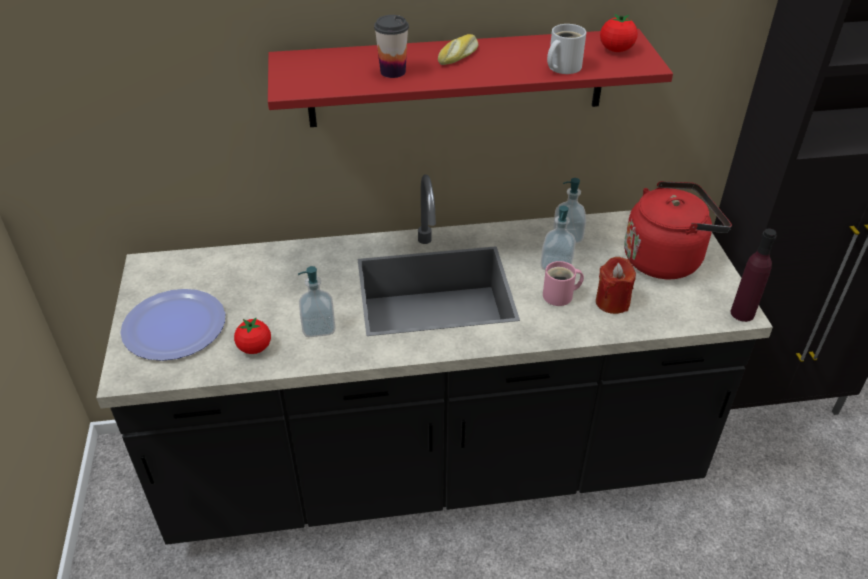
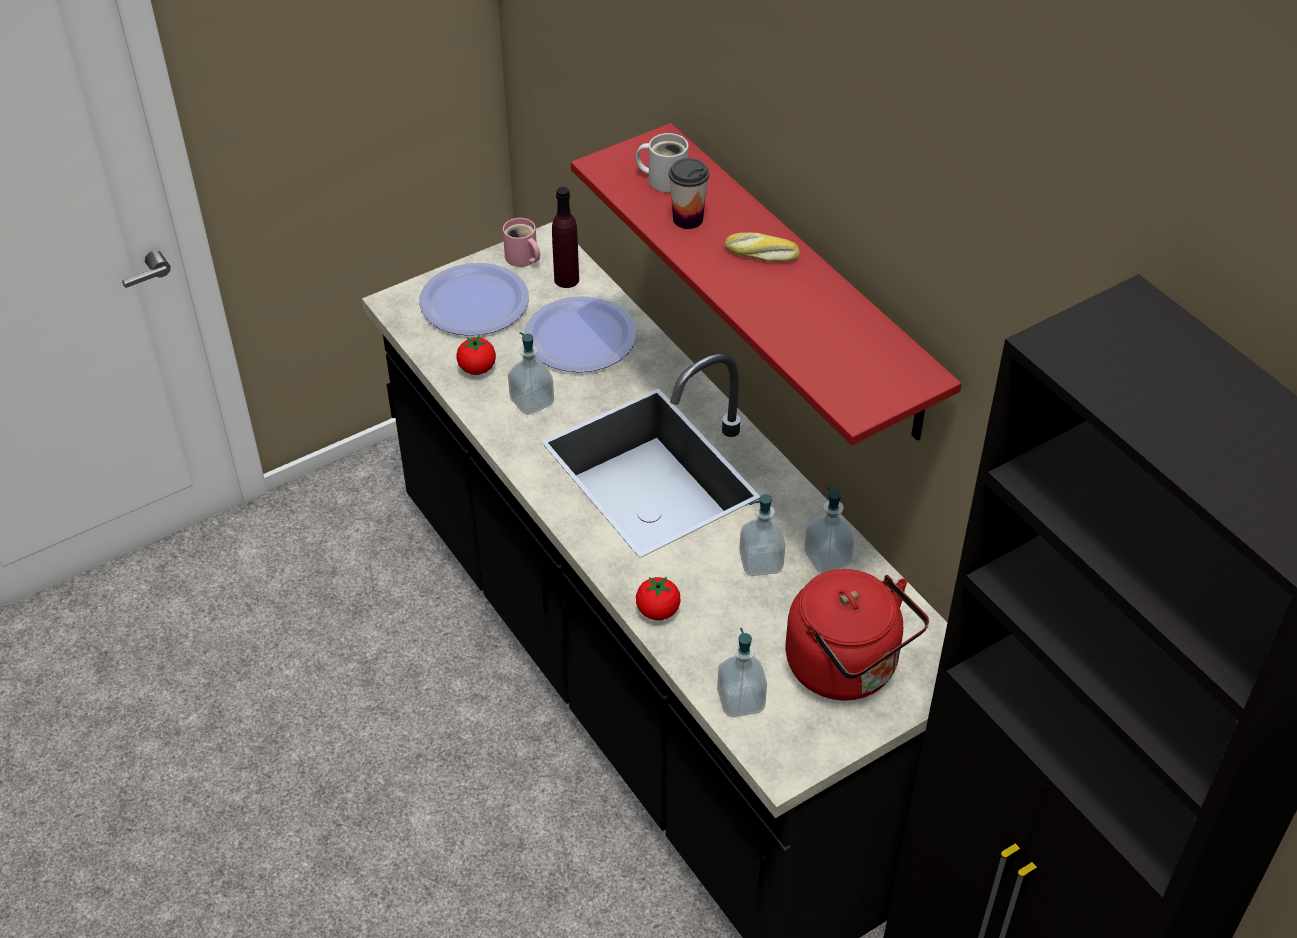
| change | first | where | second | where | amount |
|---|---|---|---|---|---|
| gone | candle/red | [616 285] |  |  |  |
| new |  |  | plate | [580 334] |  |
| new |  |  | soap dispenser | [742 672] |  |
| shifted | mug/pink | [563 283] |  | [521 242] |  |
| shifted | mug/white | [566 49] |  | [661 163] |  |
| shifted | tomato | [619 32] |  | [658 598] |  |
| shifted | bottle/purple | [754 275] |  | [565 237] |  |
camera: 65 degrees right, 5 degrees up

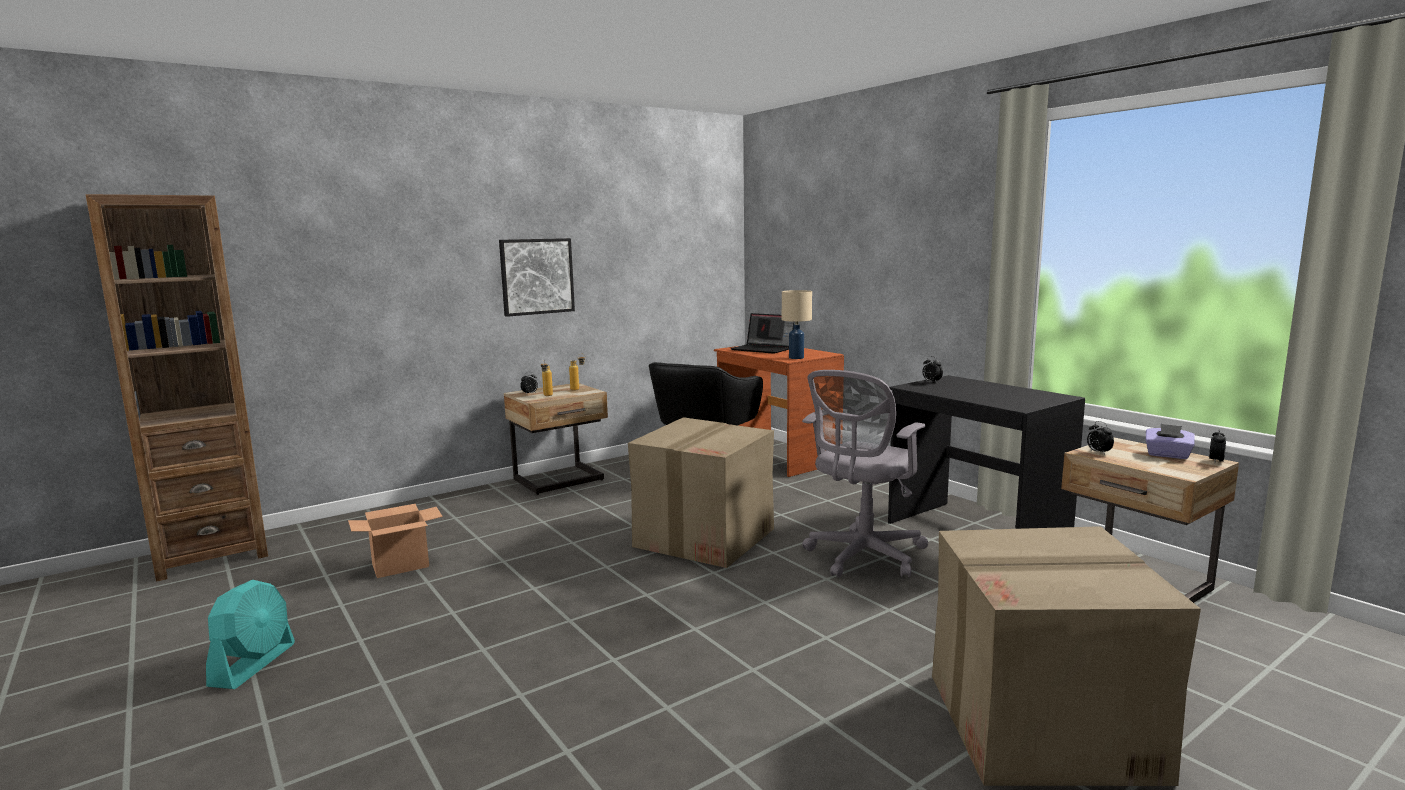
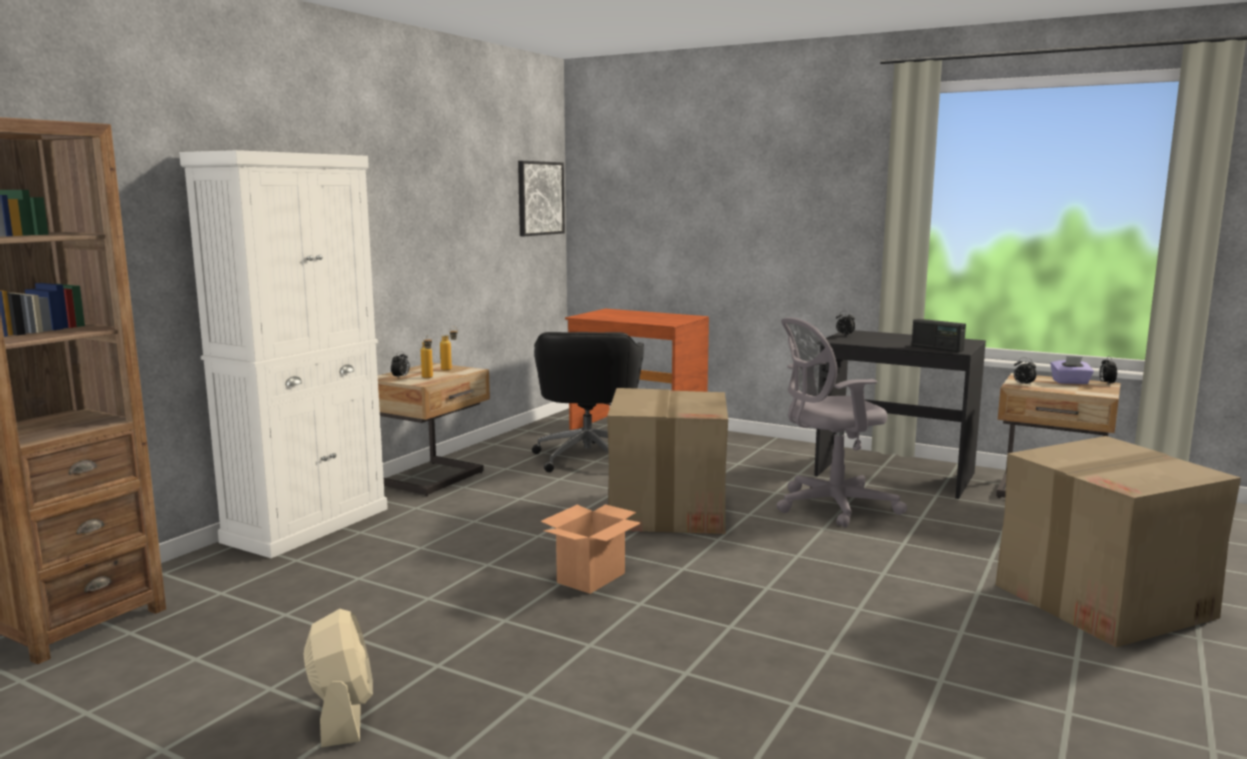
| change | first | where | second | where | amount |
|---|---|---|---|---|---|
| gone | laptop | [762 333] |  |  |  |
| gone | table lamp/beige | [797 324] |  |  |  |
| new |  |  | cabinet/white | [283 354] |  |
| new |  |  | radio | [939 335] |  |
| shifted | cardboard box | [395 541] |  | [590 549] |  |
| shifted | picture | [537 277] |  | [541 198] |  |
| repainted | fan/turquoise | [250 634] | fan/beige | [338 678] |  |
| rotated | office chair/grey | [865 474] |  | [842 422] | 60 degrees clockwise |
camera: 25 degrees left, 0 degrees up

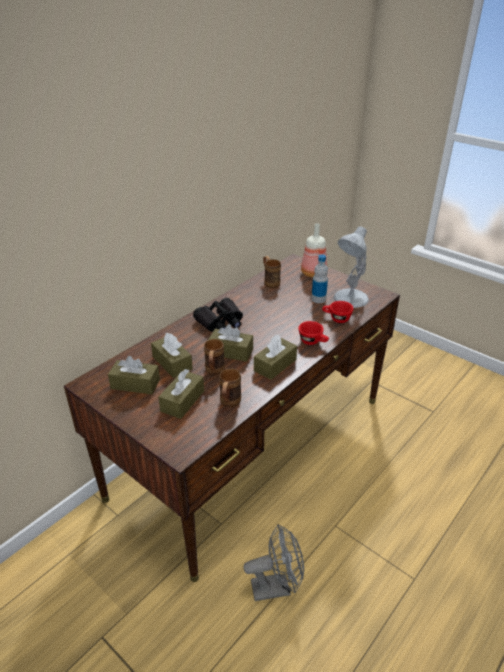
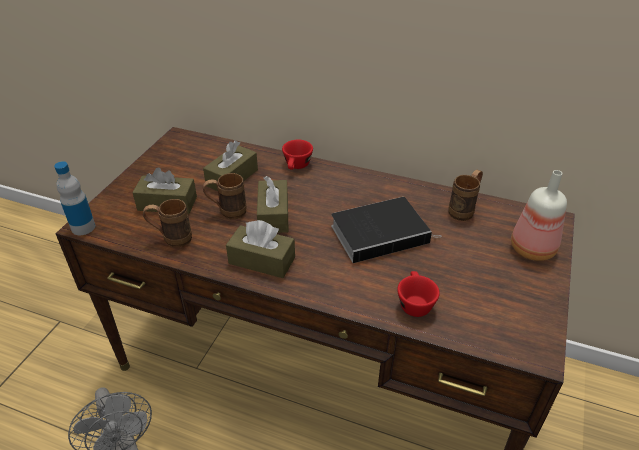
| change | first | where | second | where | amount |
|---|---|---|---|---|---|
| gone | tissue box/brown | [134 375] |  |  |  |
| gone | binoculars/black | [218 315] |  |  |  |
| gone | table lamp/white | [351 267] |  |  |  |
| new |  |  | book | [386 230] |  |
| shifted | cup/red | [313 333] |  | [297 155] |  |
| shifted | bottle | [319 278] |  | [75 198] |  |
camera: 70 degrees right, 5 degrees up

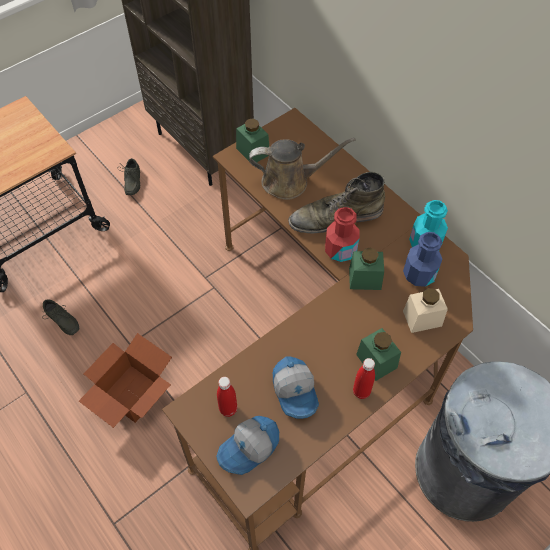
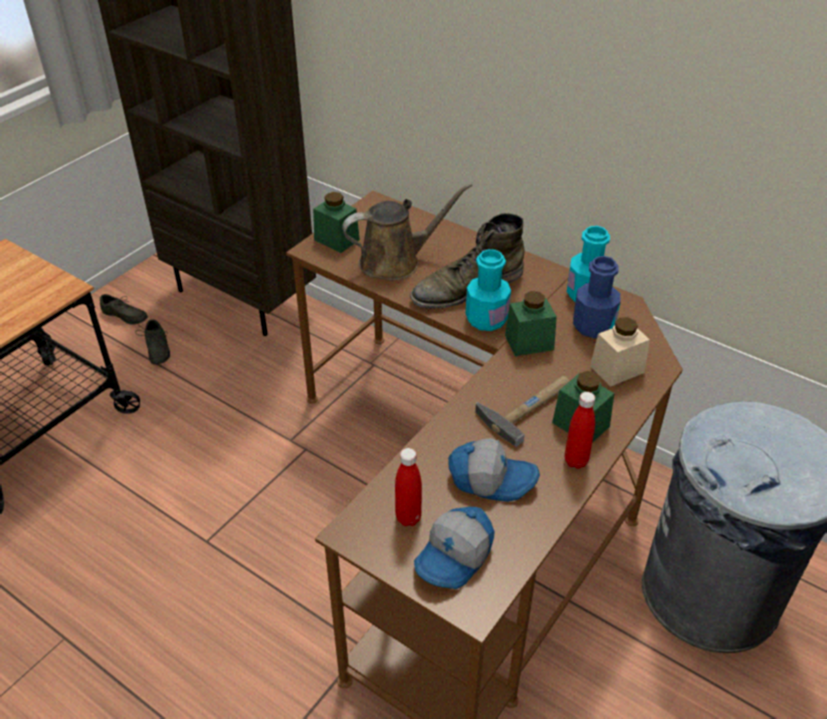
| change | first | where | second | where | amount |
|---|---|---|---|---|---|
| gone | cardboard box | [125 380] |  |  |  |
| new |  |  | hammer | [522 411] |  |
| shifted | shoe/grey | [61 317] |  | [124 309] |  |
| repainted | bottle/red | [342 234] | bottle/turquoise | [488 290] |  |
| rotated | cap | [296 388] |  | [494 470] | 45 degrees counterclockwise |
camera: 15 degrees left, 15 degrees down

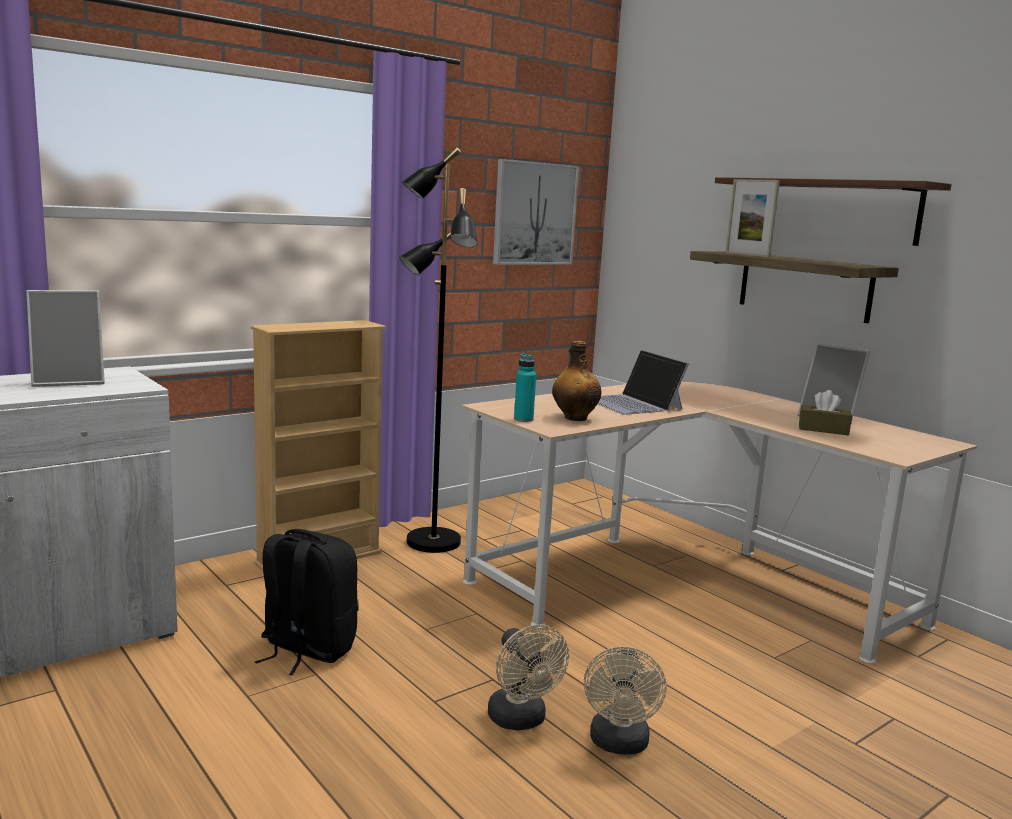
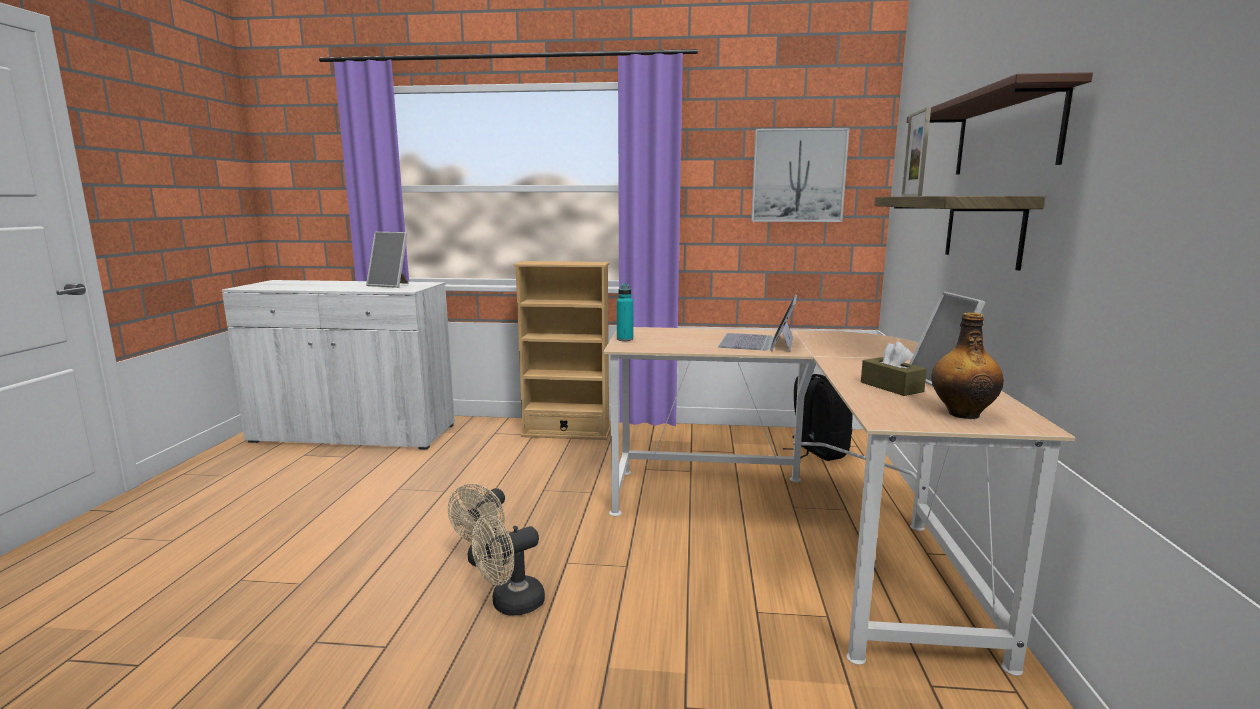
| change | first | where | second | where | amount |
|---|---|---|---|---|---|
| gone | floor lamp/black | [438 350] |  |  |  |
| shifted | backpack/black | [307 602] |  | [818 417] |  |
| shifted | bottle | [576 381] |  | [967 366] |  |
camera: 45 degrees right, 0 degrees up

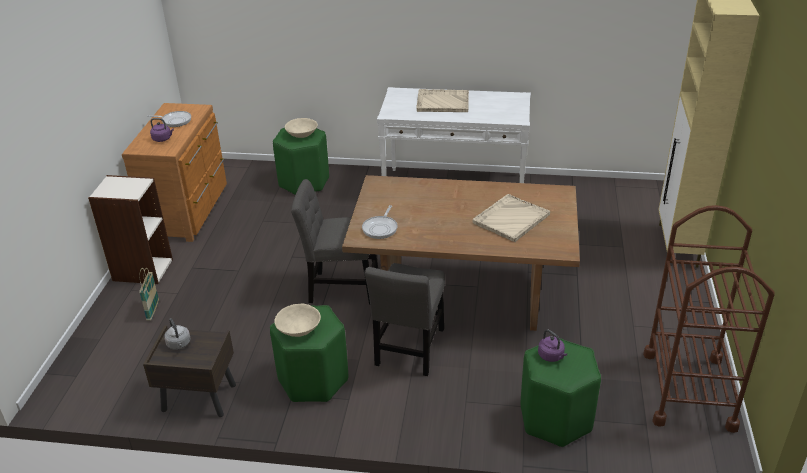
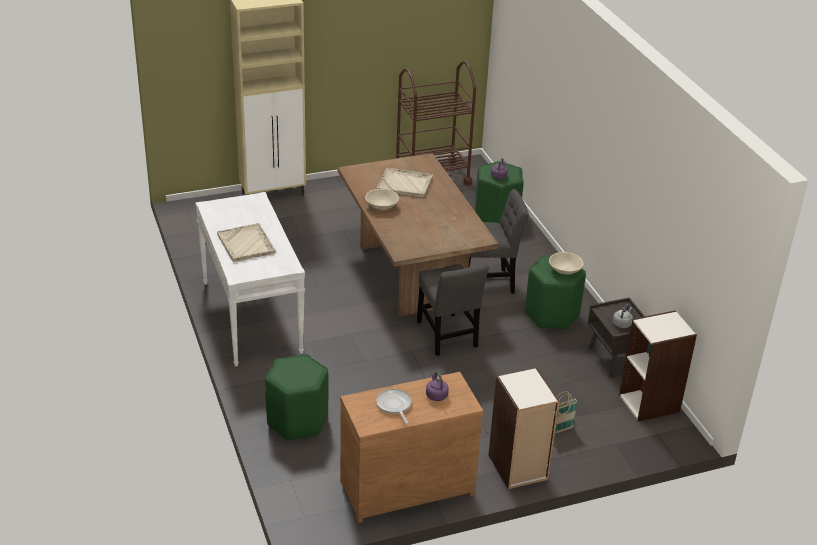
| change | first | where | second | where | amount |
|---|---|---|---|---|---|
| gone | frying pan | [379 222] |  |  |  |
| new |  |  | bookcase | [658 366] |  |
| shifted | bowl/beige | [301 128] |  | [382 199] |  |
camera: 120 degrees left, 0 degrees up

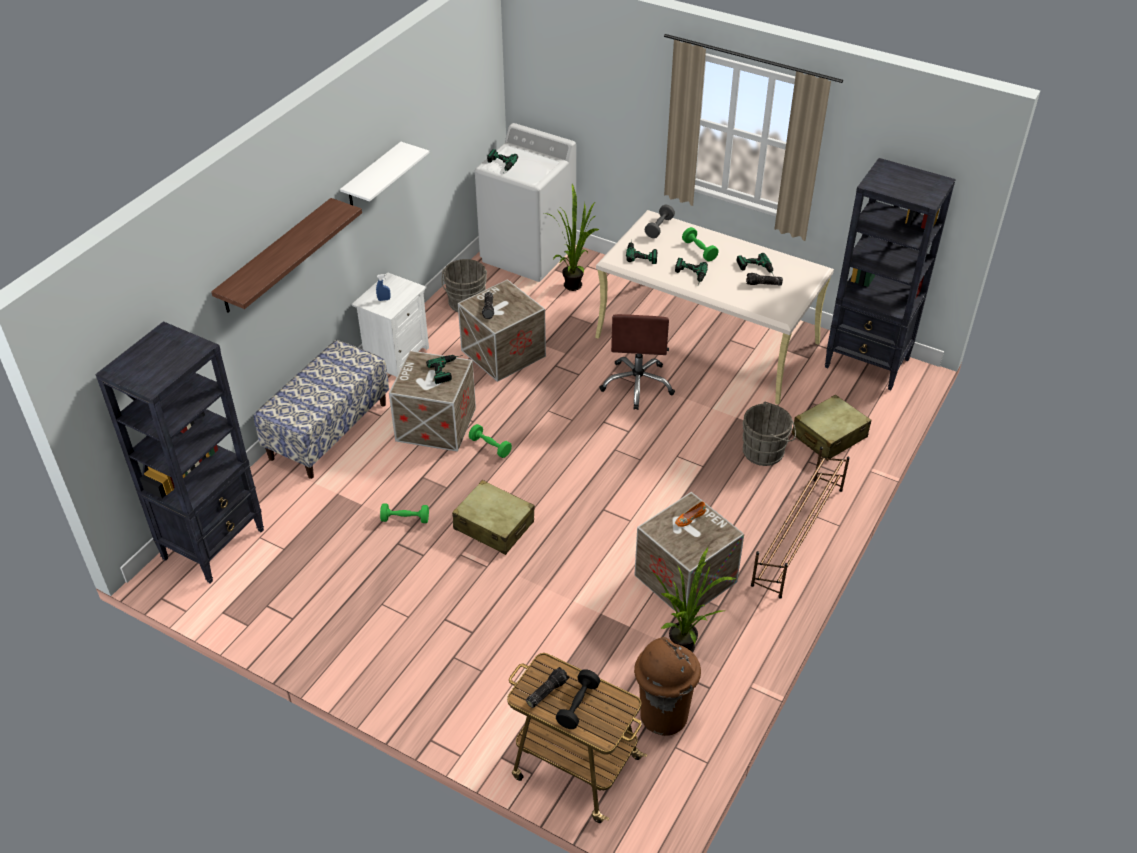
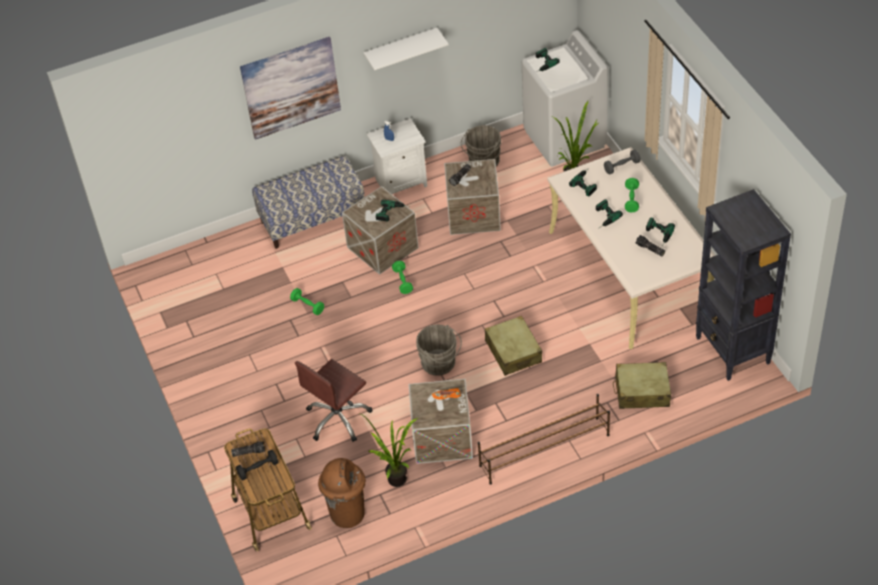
| change | first | where | second | where | amount |
|---|---|---|---|---|---|
| gone | bookcase/black | [179 452] |  |  |  |
| shifted | suitcase/beige | [493 517] |  | [513 346] |  |
| shifted | office chair/brown | [637 362] |  | [334 400] |  |
| shifted | bucket/grey | [769 433] |  | [439 350] |  |
| swapped | shelf | [286 255] | picture | [290 88] |  |
camera: 40 degrees right, 5 degrees up

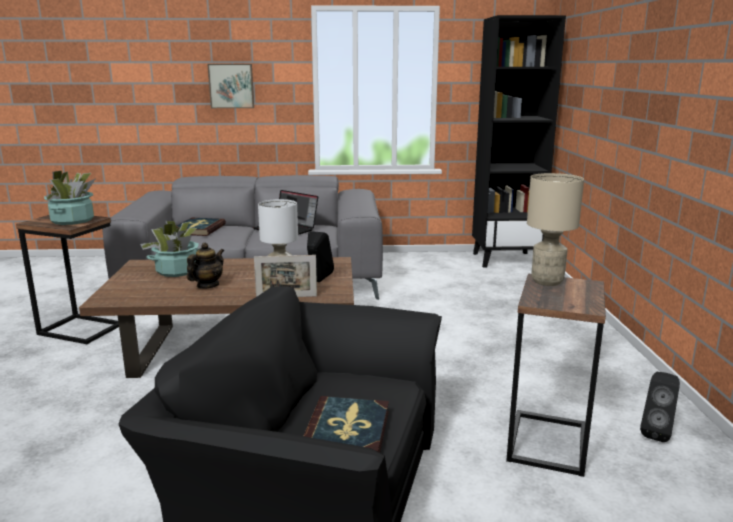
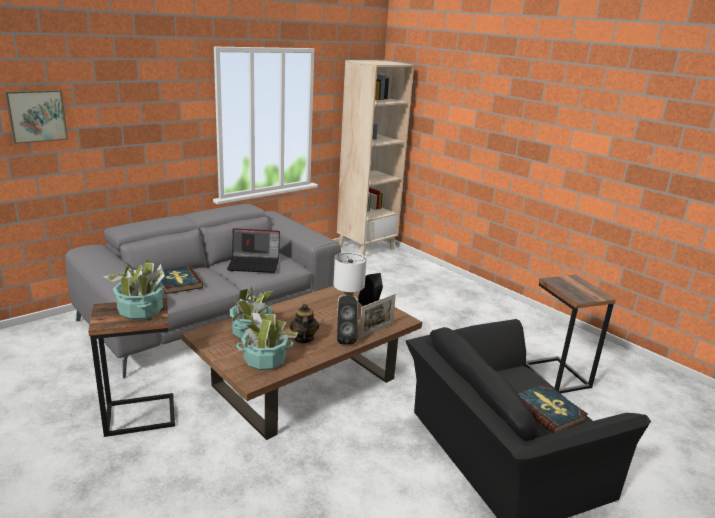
| change | first | where | second | where | amount |
|---|---|---|---|---|---|
| gone | table lamp/beige | [555 229] |  |  |  |
| new |  |  | potted plant | [267 340] |  |
| shifted | picture | [230 86] |  | [36 117] |  |
| shifted | speaker/black | [660 407] |  | [347 320] |  |
| repainted | bookcase/black | [519 141] | bookcase/beige | [375 158] |  |
camera: 40 degrees left, 5 degrees up

